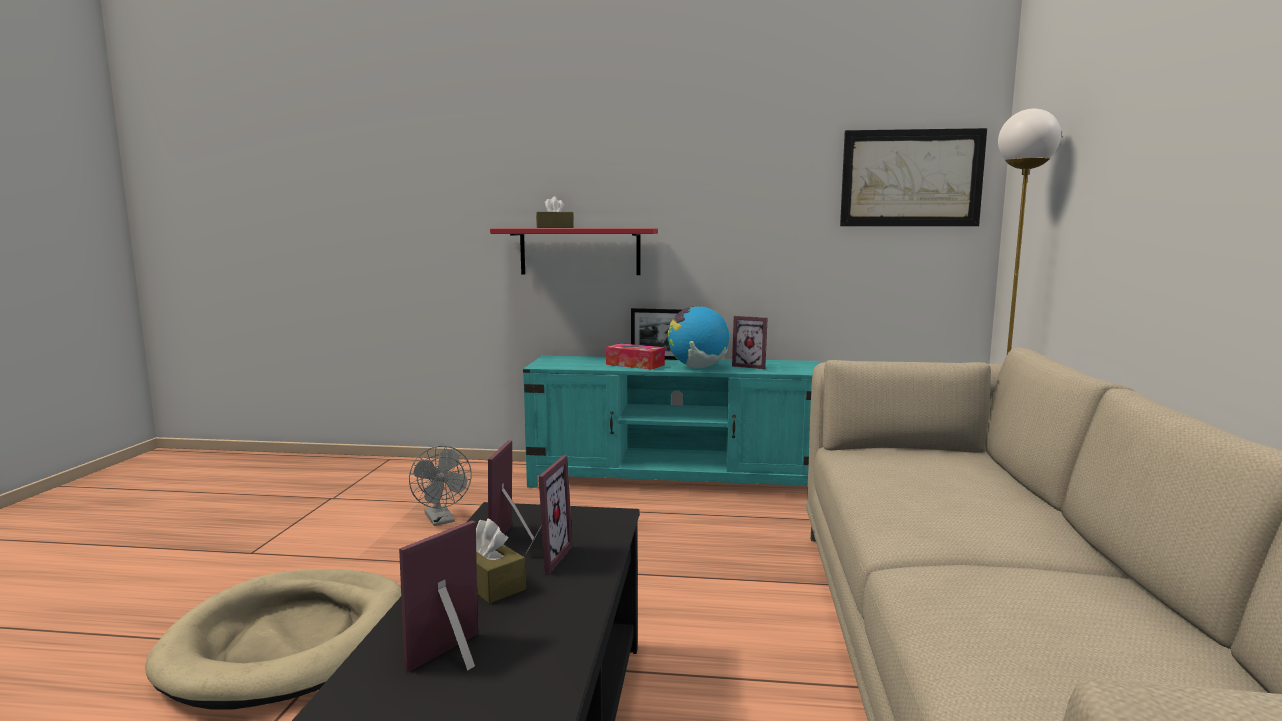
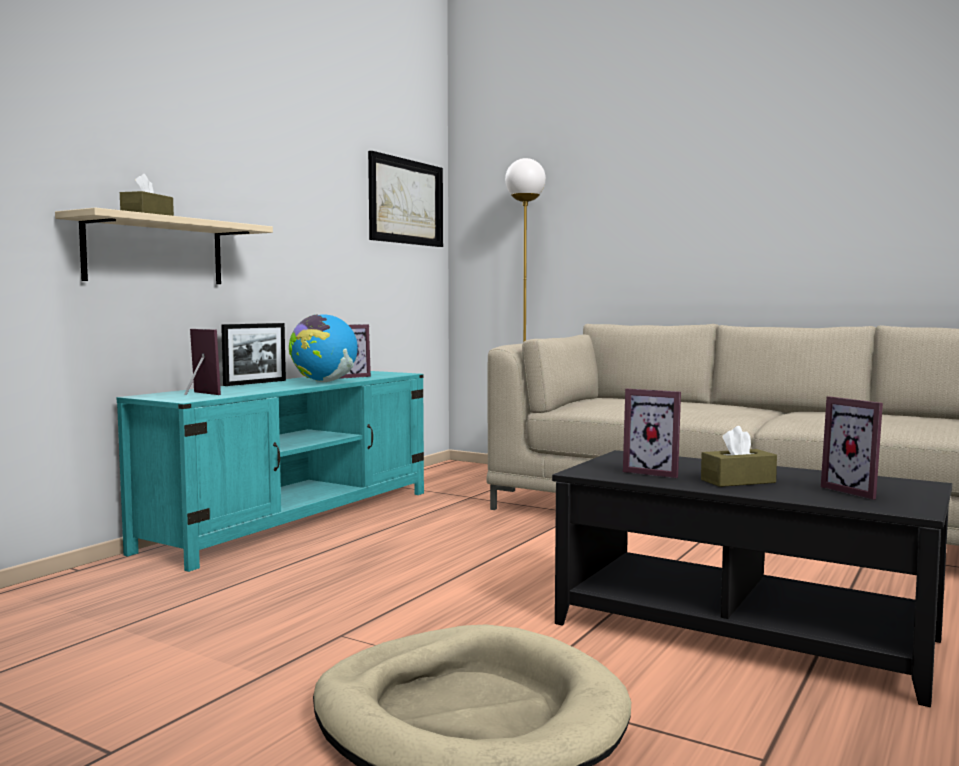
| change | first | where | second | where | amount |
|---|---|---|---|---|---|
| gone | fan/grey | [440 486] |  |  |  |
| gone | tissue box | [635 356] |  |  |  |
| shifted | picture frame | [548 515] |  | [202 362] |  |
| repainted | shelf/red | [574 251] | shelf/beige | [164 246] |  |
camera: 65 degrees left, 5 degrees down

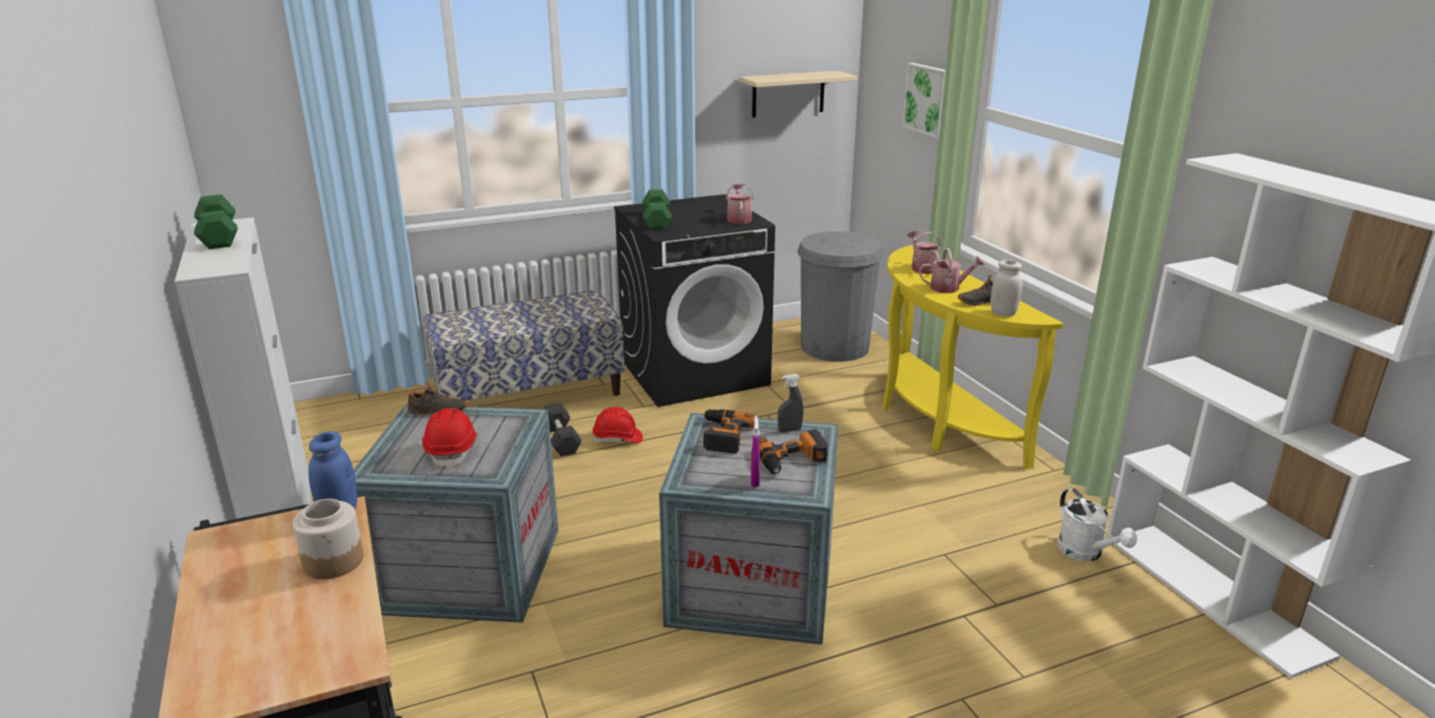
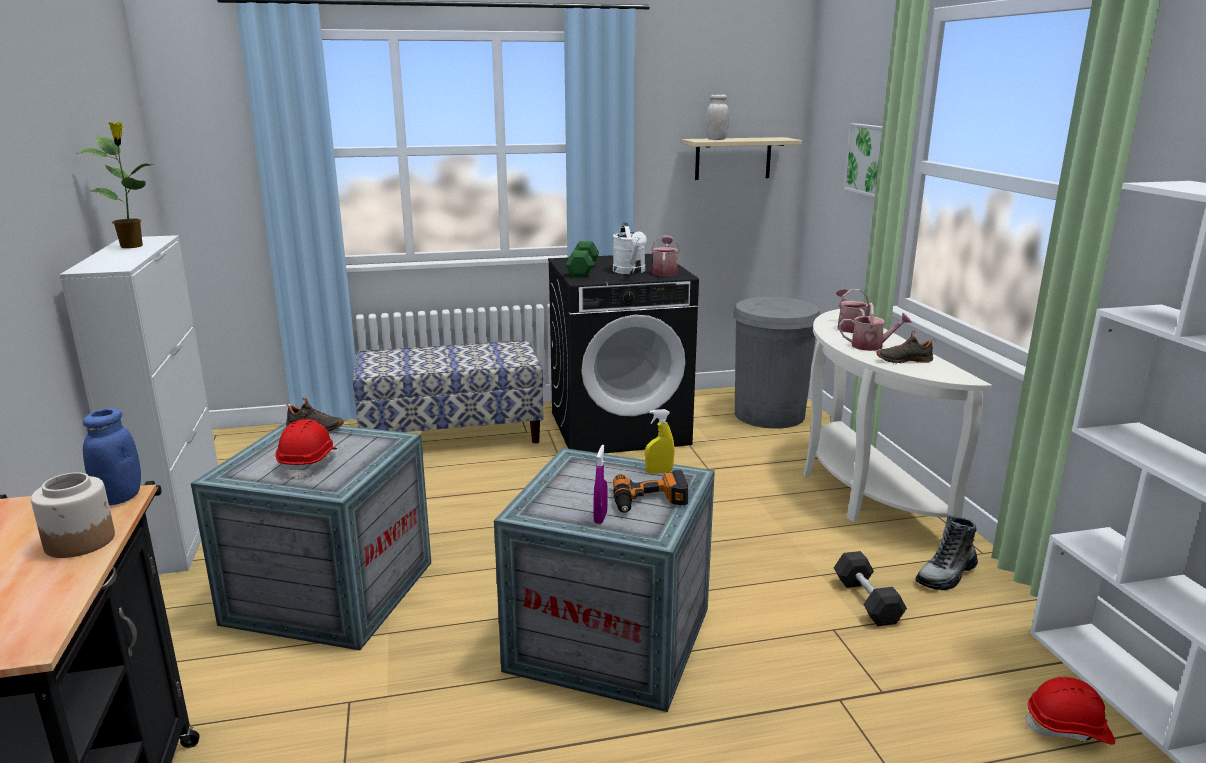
| change | first | where | second | where | amount |
|---|---|---|---|---|---|
| gone | power drill | [729 431] |  |  |  |
| new |  |  | boot | [947 552] |  |
| shifted | dumbbell/black | [563 429] |  | [870 588] |  |
| shifted | hard hat/red | [617 425] |  | [1070 711] |  |
| shifted | jar/white | [1006 288] |  | [717 117] |  |
| shifted | watering can/white | [1097 524] |  | [630 248] |  |
| swapped | dumbbell/green | [216 221] | potted plant | [114 185] |  |
| repainted | spray bottle/grey | [790 403] | spray bottle/yellow | [659 441] |  |
| repainted | console table/yellow | [973 357] | console table/white | [897 415] |  |
camera: 10 degrees right, 5 degrees down

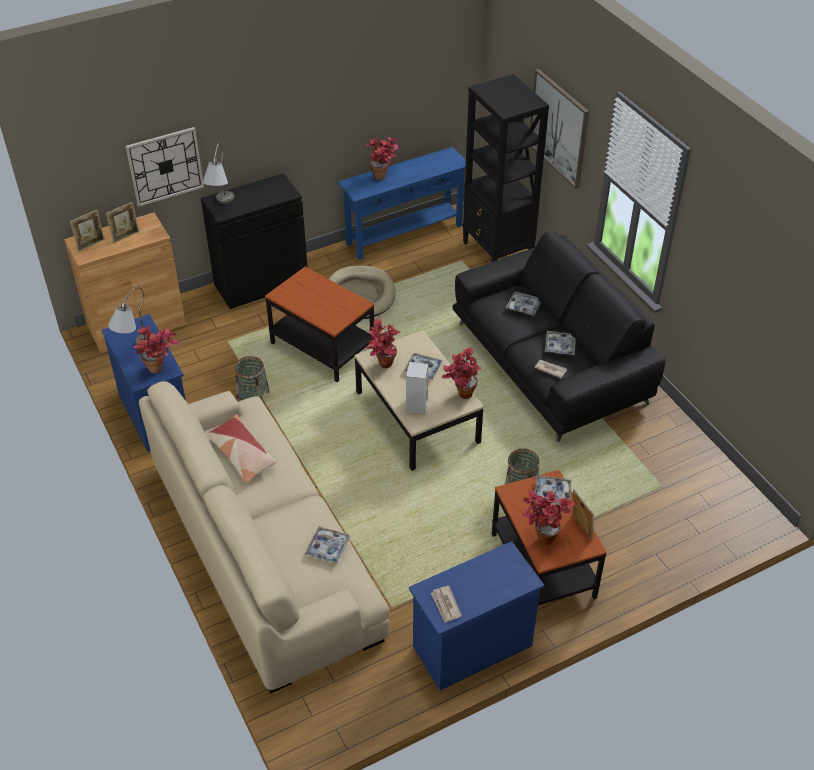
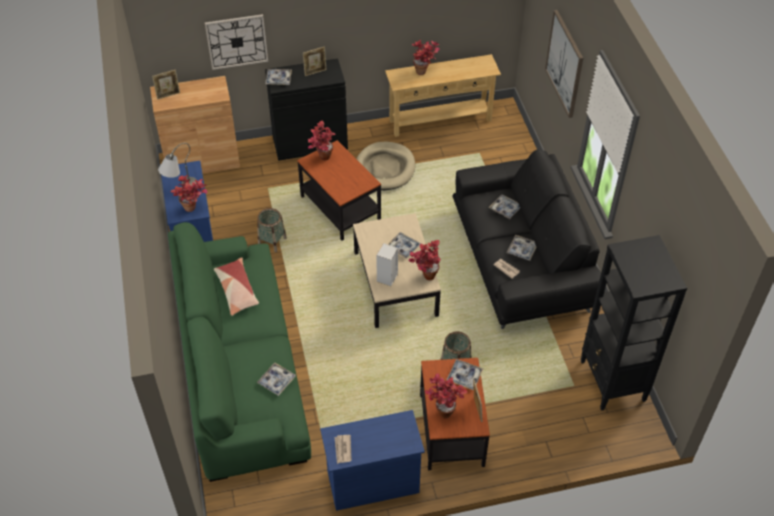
| change | first | where | second | where | amount |
|---|---|---|---|---|---|
| shifted | picture frame | [122 222] |  | [315 61] |  |
| shifted | potted plant | [383 343] |  | [321 140] |  |
| shifted | bookcase/black | [505 168] |  | [634 323] |  |
| swapped | table lamp/grey | [219 173] | tray | [278 77] |  |
| repainted | sofa/beige | [264 537] | sofa/green | [239 352] |  |
| repainted | console table/blue | [402 203] | console table/beige | [443 95] |  |
camera: 15 degrees right, 5 degrees up

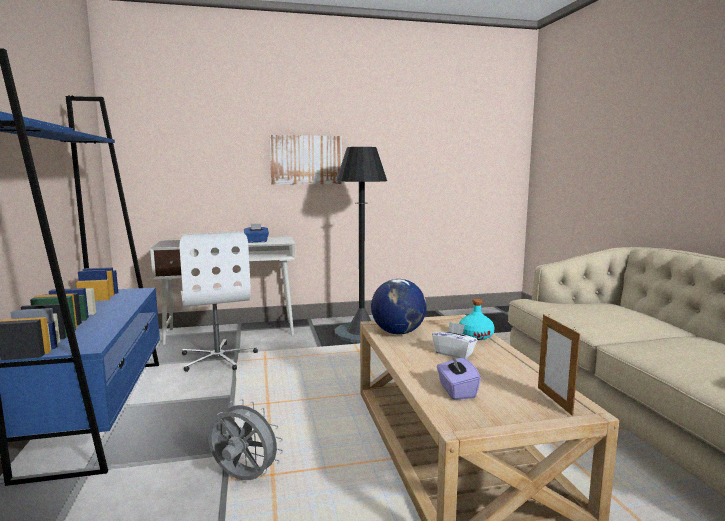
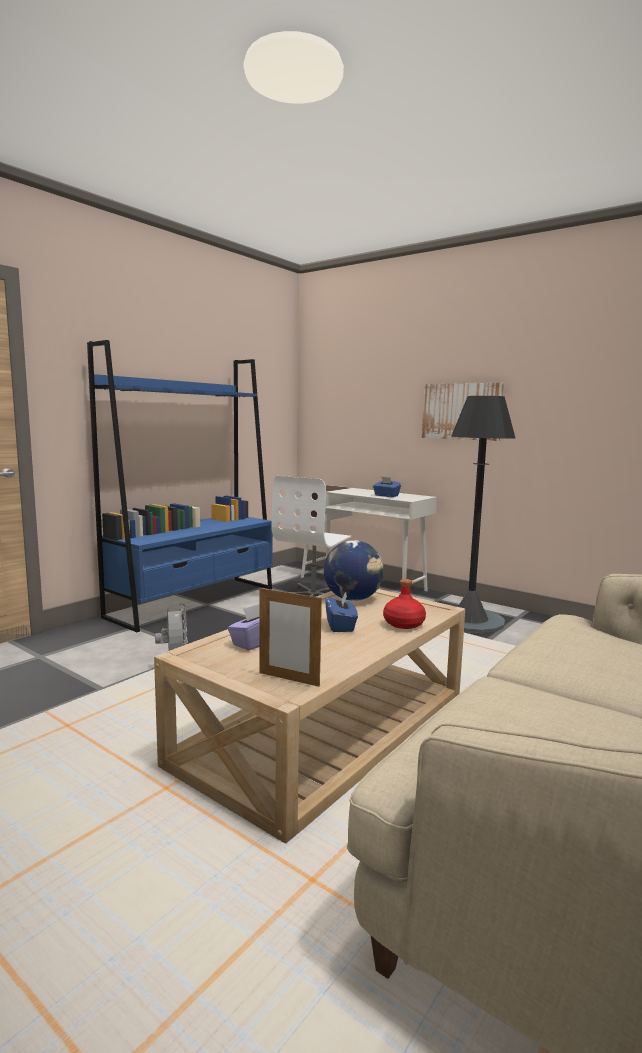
| change | first | where | second | where | amount |
|---|---|---|---|---|---|
| repainted | tissue box/white | [454 340] | tissue box/blue | [341 611] |  |
| repainted | bottle/turquoise | [477 319] | bottle/red | [404 604] |  |
| rotated | picture frame | [559 365] |  | [290 636] | 105 degrees counterclockwise |
camera: 50 degrees right, 0 degrees up

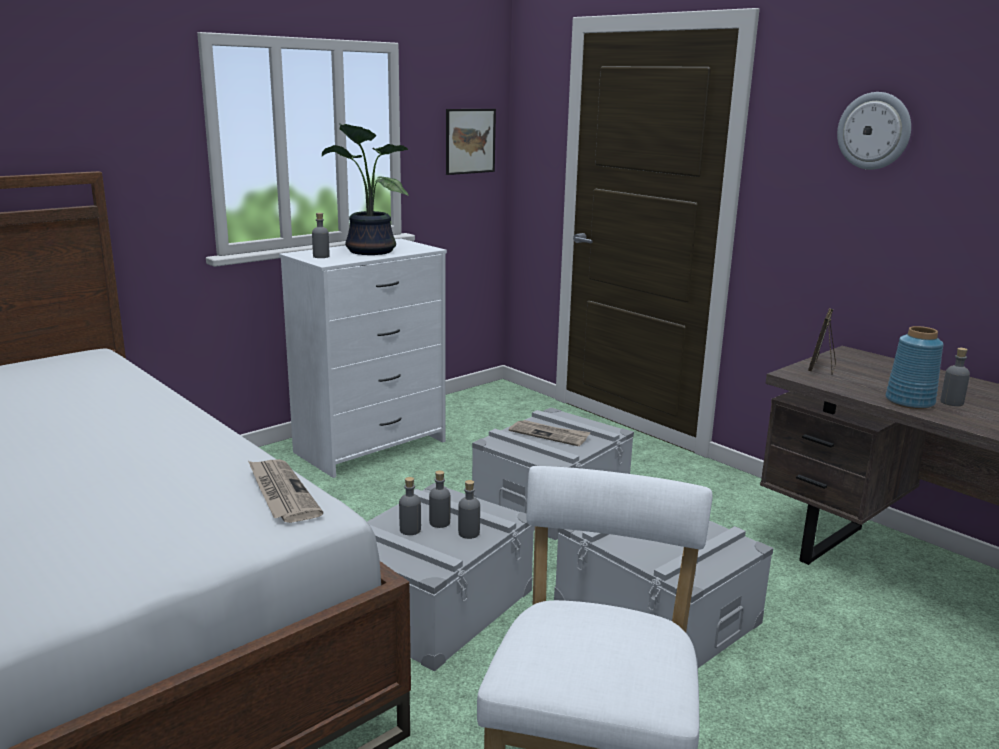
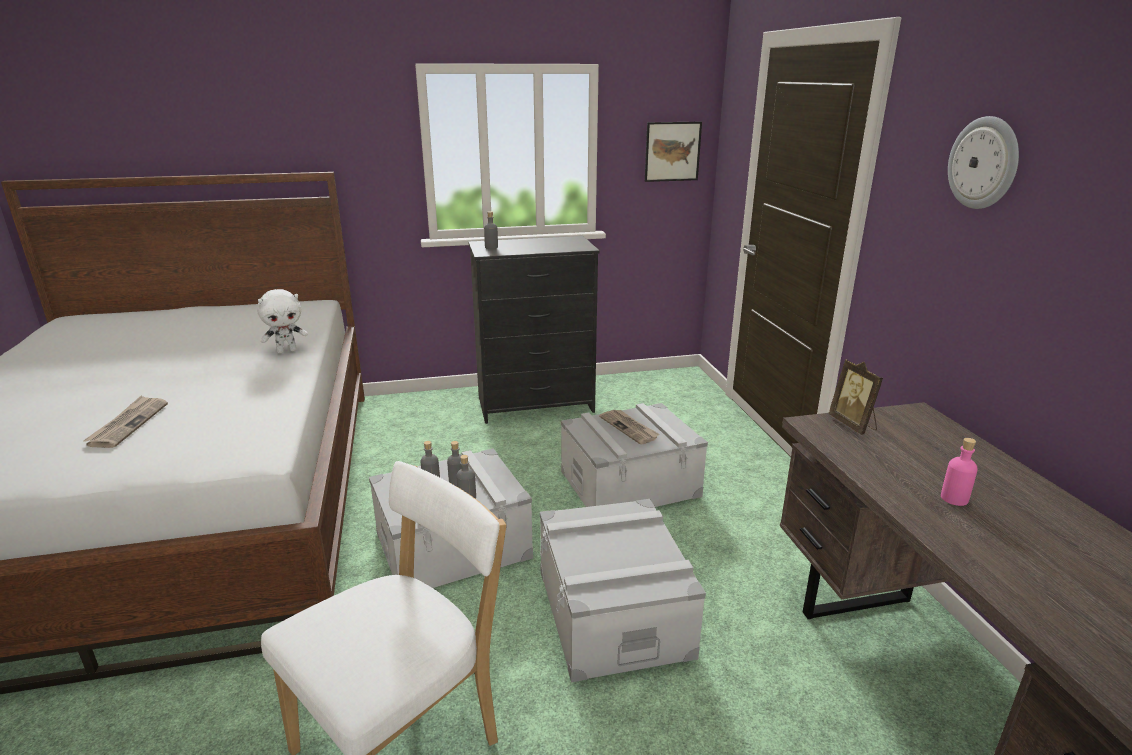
| change | first | where | second | where | amount |
|---|---|---|---|---|---|
| gone | potted plant | [365 189] |  |  |  |
| gone | vase/blue | [914 367] |  |  |  |
| new |  |  | plush toy/white | [282 321] |  |
| shifted | newspaper | [285 491] |  | [125 422] |  |
| repainted | dresser/white | [363 358] | dresser/black | [534 330] |  |
| repainted | bottle/grey | [955 377] | bottle/pink | [959 472] |  |
| rotated | picture frame | [822 341] |  | [855 397] | 75 degrees counterclockwise |
camera: 30 degrees right, 5 degrees up

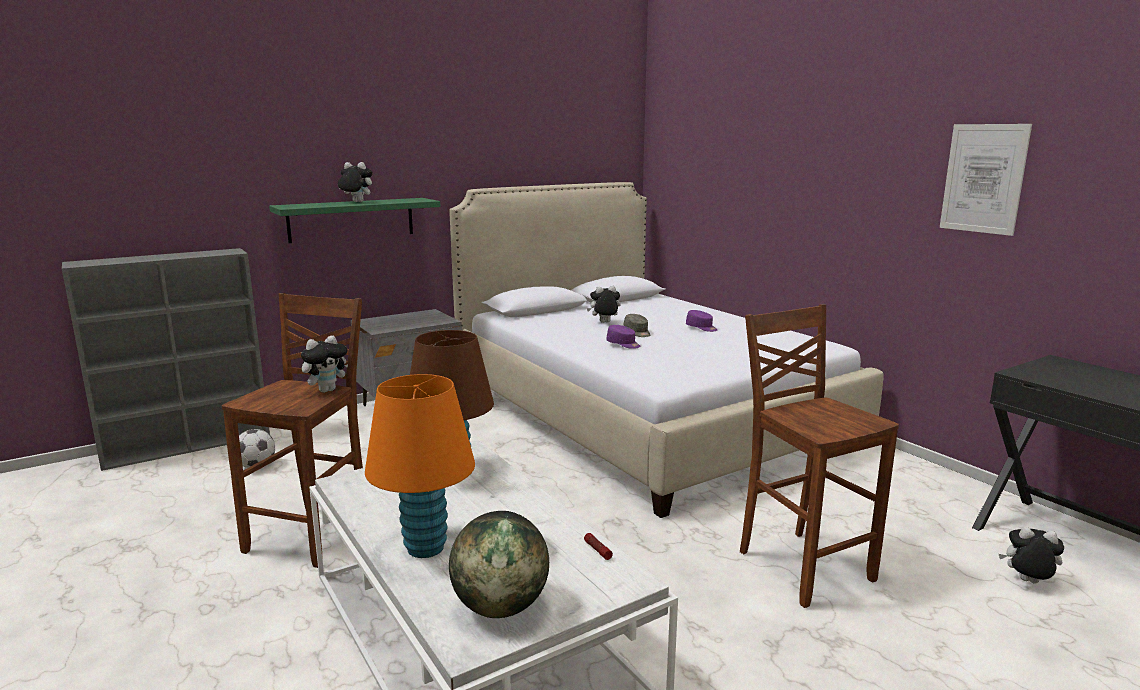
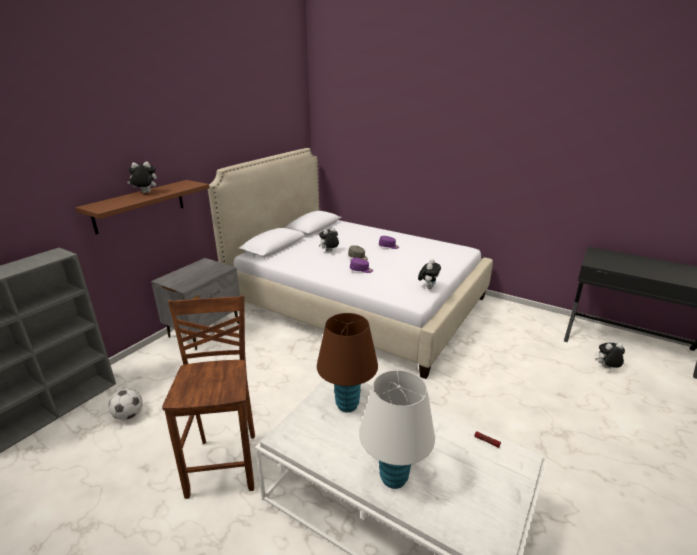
| change | first | where | second | where | amount |
|---|---|---|---|---|---|
| gone | globe | [499 564] |  |  |  |
| gone | stool/brown | [819 456] |  |  |  |
| gone | picture | [986 180] |  |  |  |
| shifted | plush toy | [324 364] |  | [429 274] |  |
| repainted | shelf/green | [354 220] | shelf/brown | [142 207] |  |
| repainted | table lamp/orange | [420 466] | table lamp/white | [397 429] |  |
camera: 25 degrees left, 10 degrees up

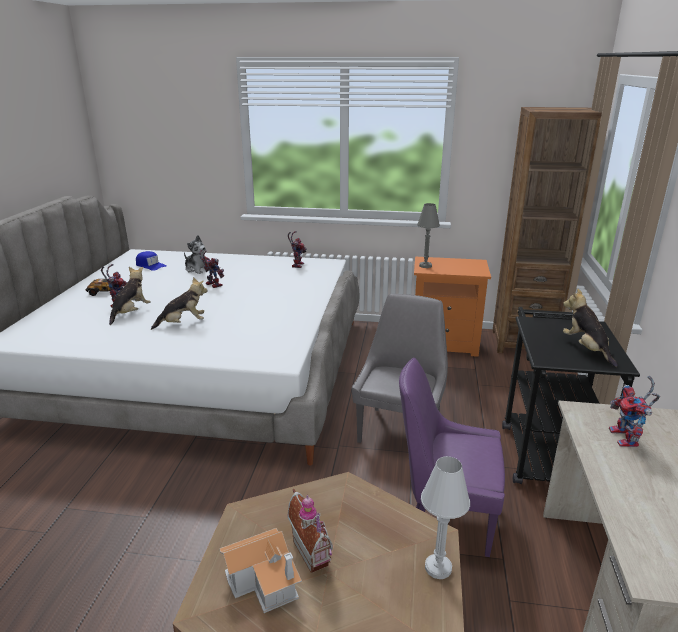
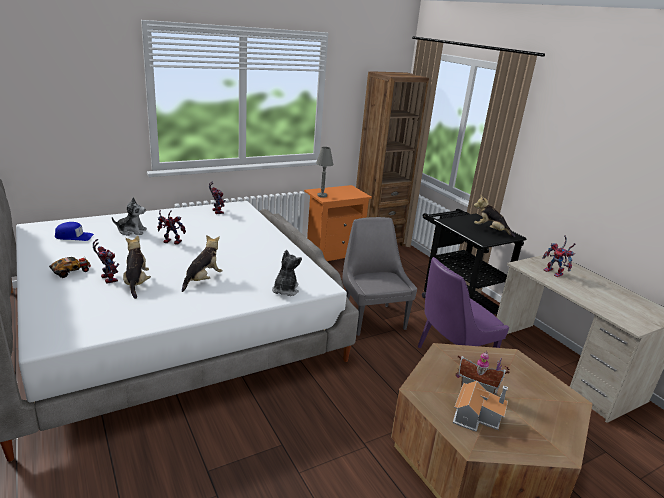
| change | first | where | second | where | amount |
|---|---|---|---|---|---|
| gone | table lamp/white | [445 517] |  |  |  |
| new |  |  | plush toy | [287 273] |  |
camera: 40 degrees left, 0 degrees up

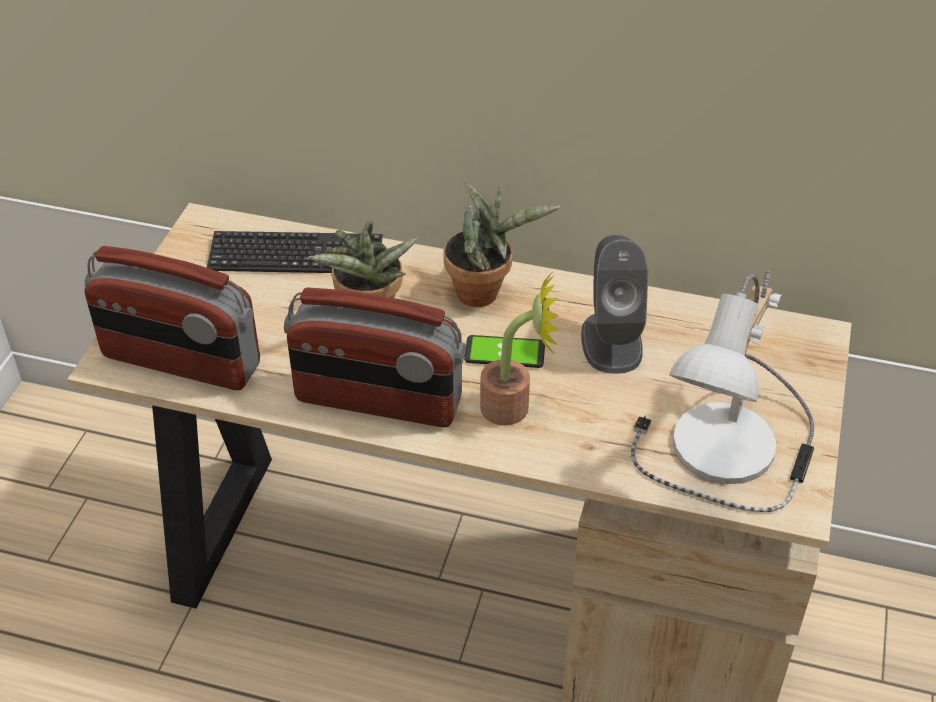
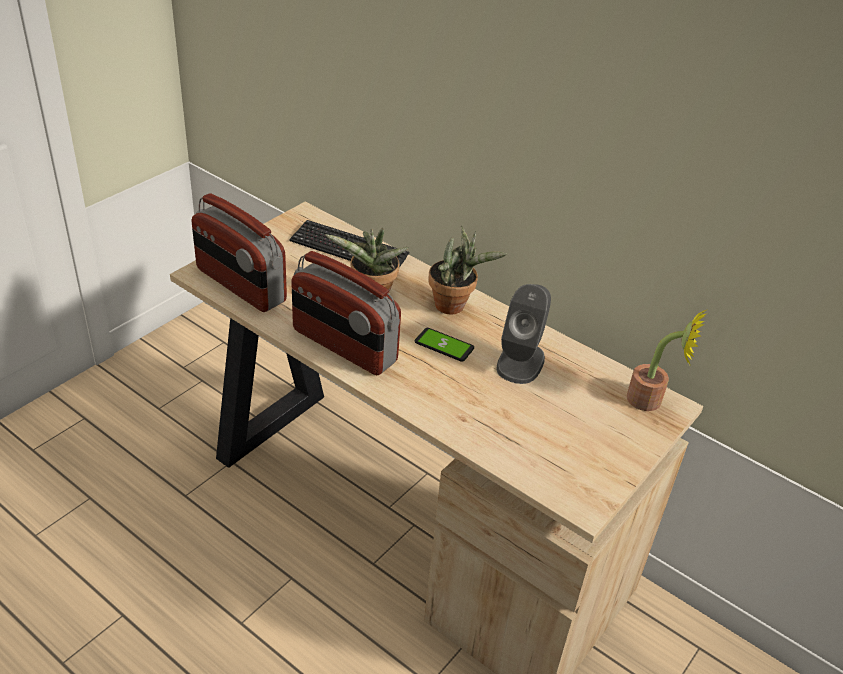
| change | first | where | second | where | amount |
|---|---|---|---|---|---|
| gone | table lamp | [722 391] |  |  |  |
| shifted | potted plant | [519 349] |  | [667 360] |  |
camera: 20 degrees right, 5 degrees down

